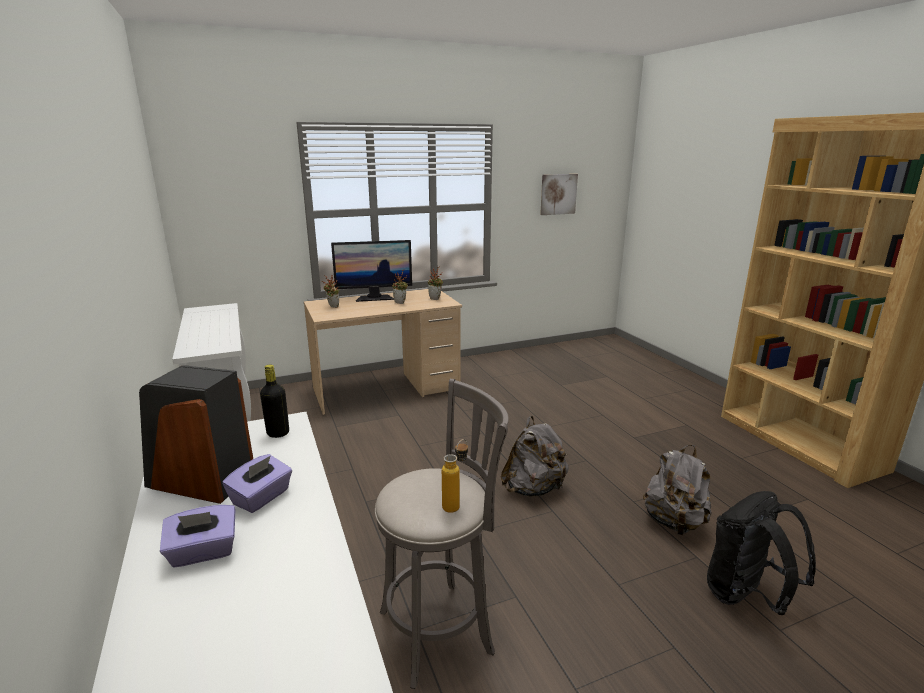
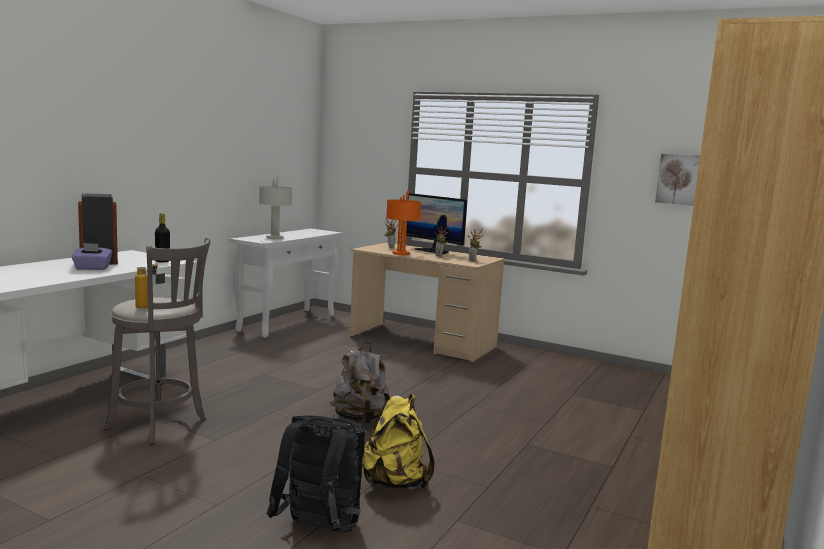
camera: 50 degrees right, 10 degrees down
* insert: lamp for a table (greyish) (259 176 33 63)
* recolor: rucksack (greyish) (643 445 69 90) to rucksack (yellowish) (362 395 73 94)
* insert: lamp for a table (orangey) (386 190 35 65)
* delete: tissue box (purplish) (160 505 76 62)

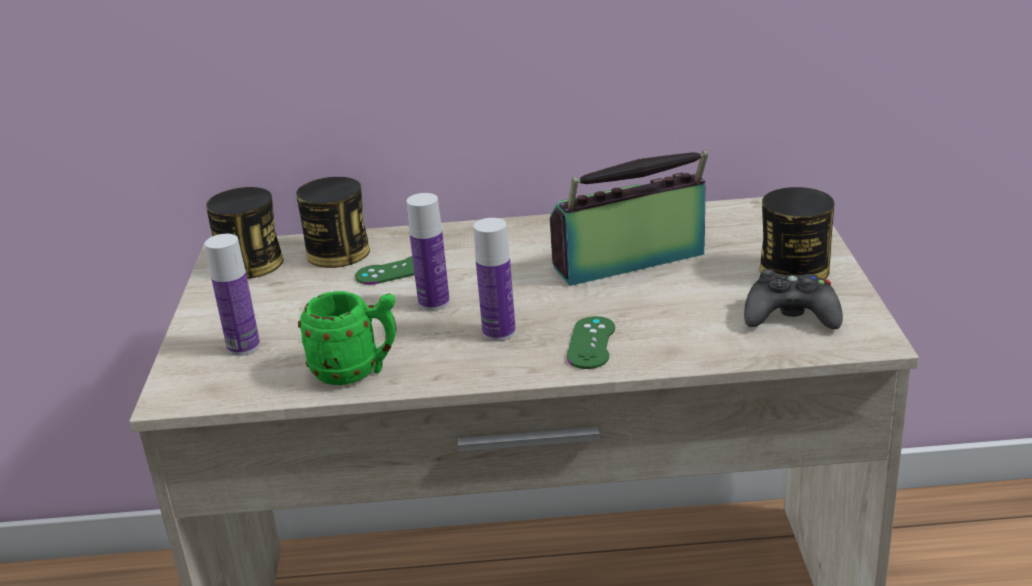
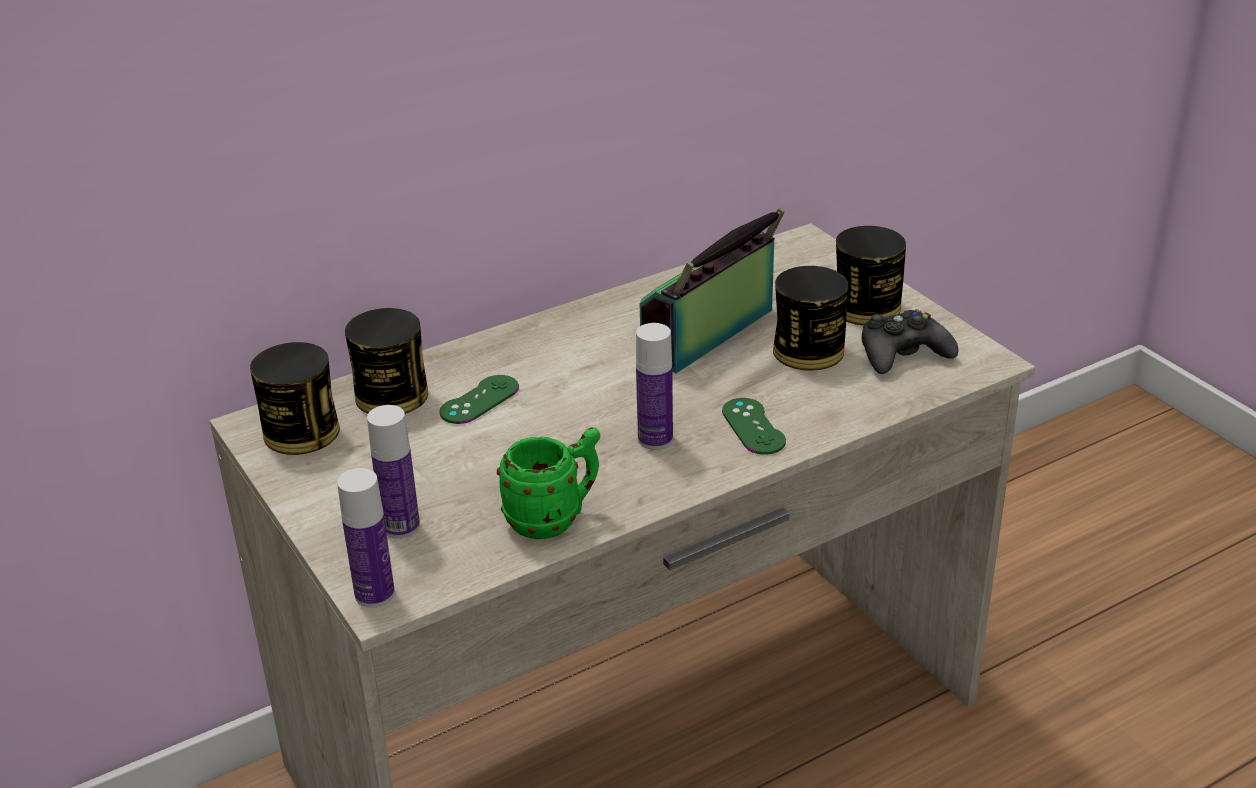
camera: 30 degrees left, 5 degrees up
* move: drink bottle (406 193 44 118) to (337 468 58 139)
* insert: can (773 266 75 105)

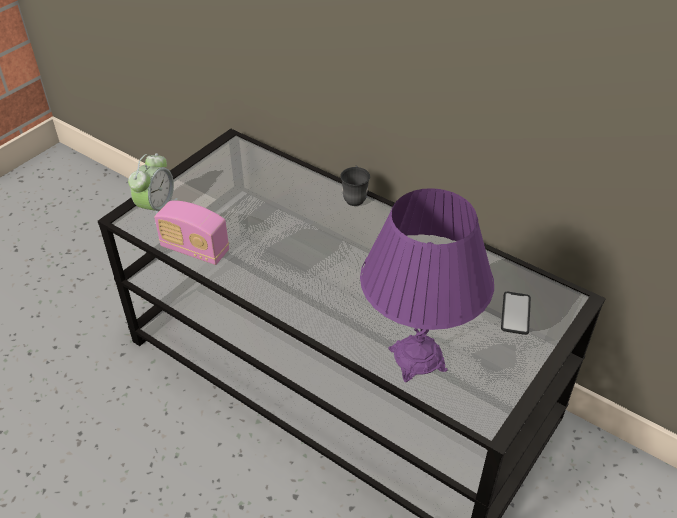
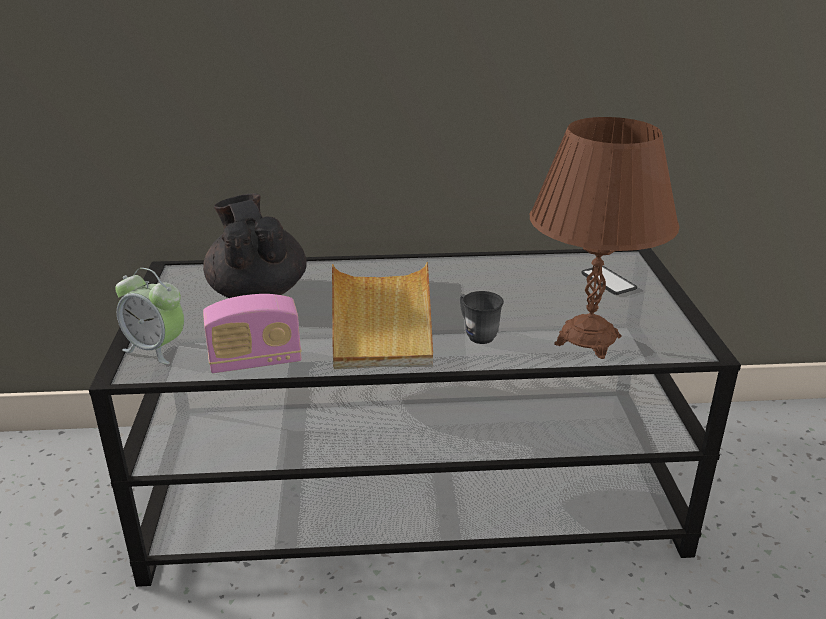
camera: 40 degrees left, 15 degrees down
* rotate: table clock (128 153 50 71) = (115 268 69 96) 135 degrees clockwise
* insert: tea pot (black-coloured) (203 194 104 104)
* insert: tray (beige) (332 262 101 107)
* move: tea mug (greyish) (340 165 30 41) to (460 291 44 53)
* recolor: lamp for a table (purplish) (360 188 134 194) to lamp for a table (brown-coloured) (530 117 149 242)

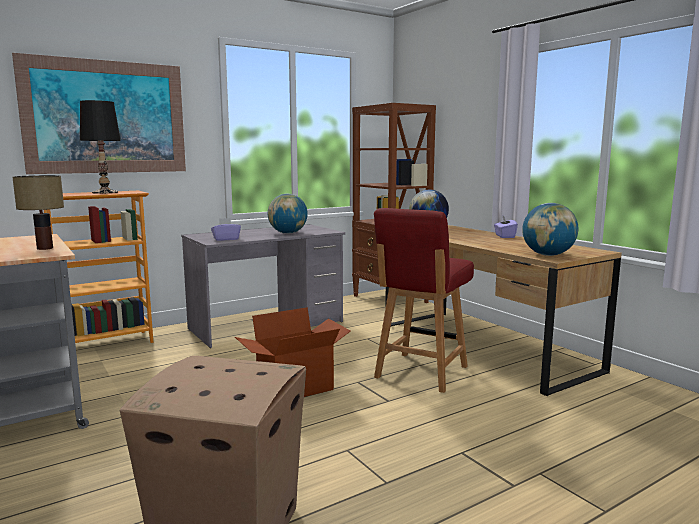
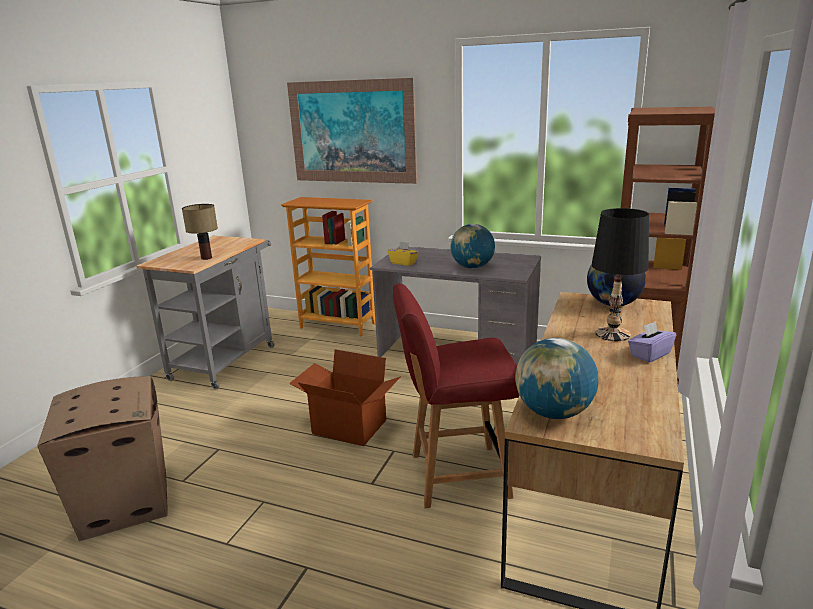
camera: 55 degrees right, 10 degrees up
* recolor: tissue box (purplish) (211 218 30 23) to tissue box (yellowish) (388 242 30 24)
* move: lamp for a table (black-coloured) (80 100 41 94) to (591 208 58 133)

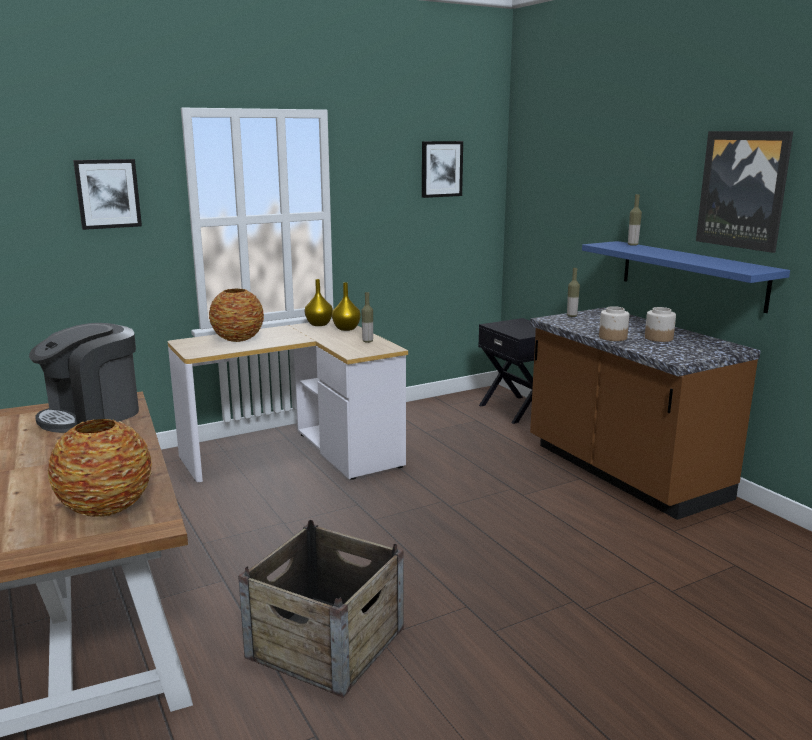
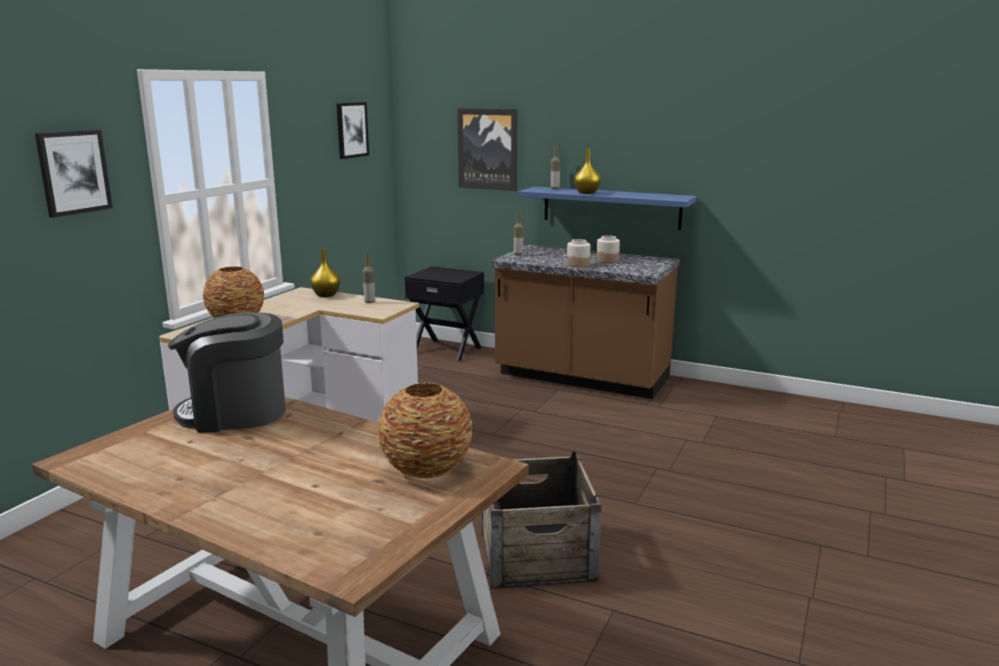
camera: 35 degrees left, 0 degrees up
* rotate: coffee machine (29 323 110 110) = (167 312 119 121) 75 degrees clockwise
* move: picture (696 131 97 122) to (457 108 60 83)
* move: flower vase (yellowish) (305 279 28 47) to (574 149 27 45)

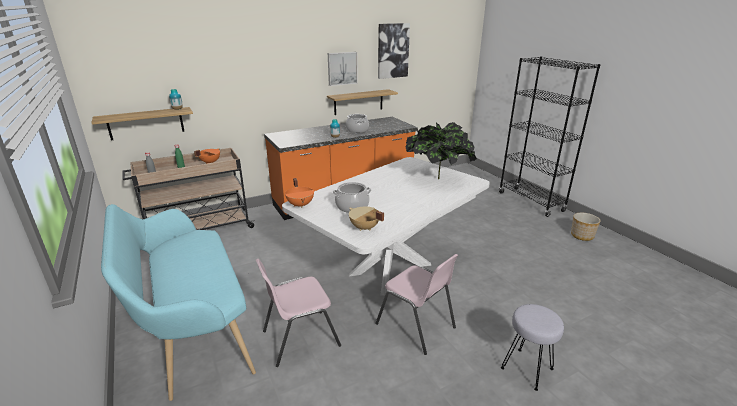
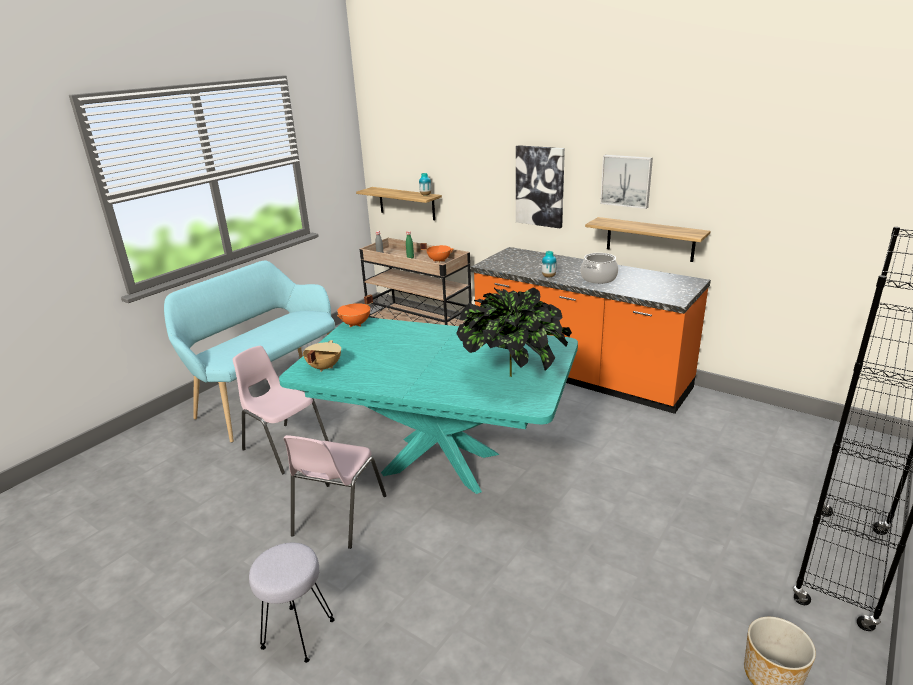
camera: 65 degrees right, 0 degrees up
* recolor: kitchen table (whitish) (282 157 208 139) to kitchen table (turquoise) (279 317 299 177)
* move: picture (378 23 32 56) to (516 145 49 83)
* delete: cooking pot (333 182 38 31)

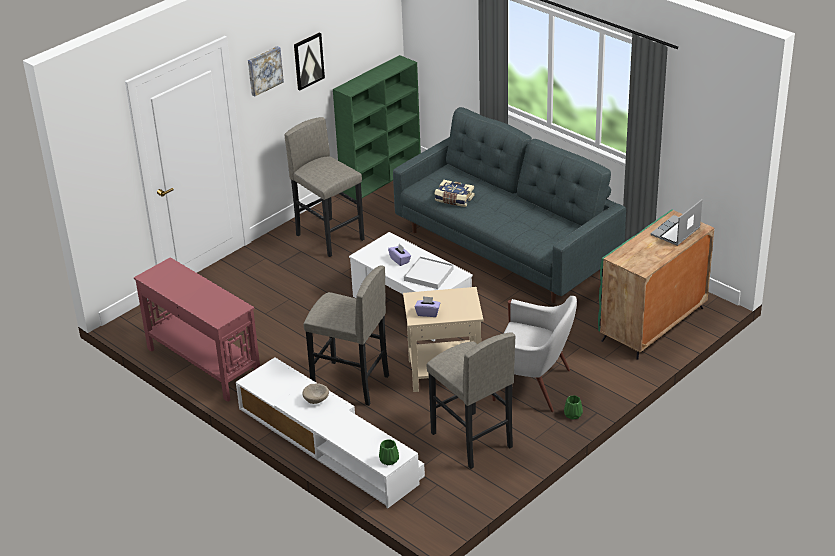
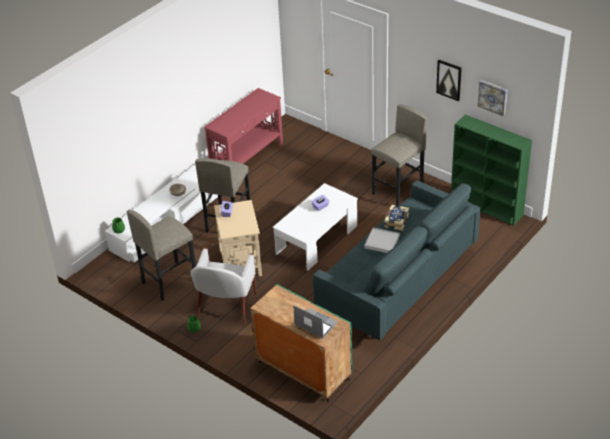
camera: 85 degrees right, 5 degrees up
* move: tray (whitish) (404 256 50 33) to (365 227 35 26)
* move: picture (248 46 36 50) to (478 80 29 36)

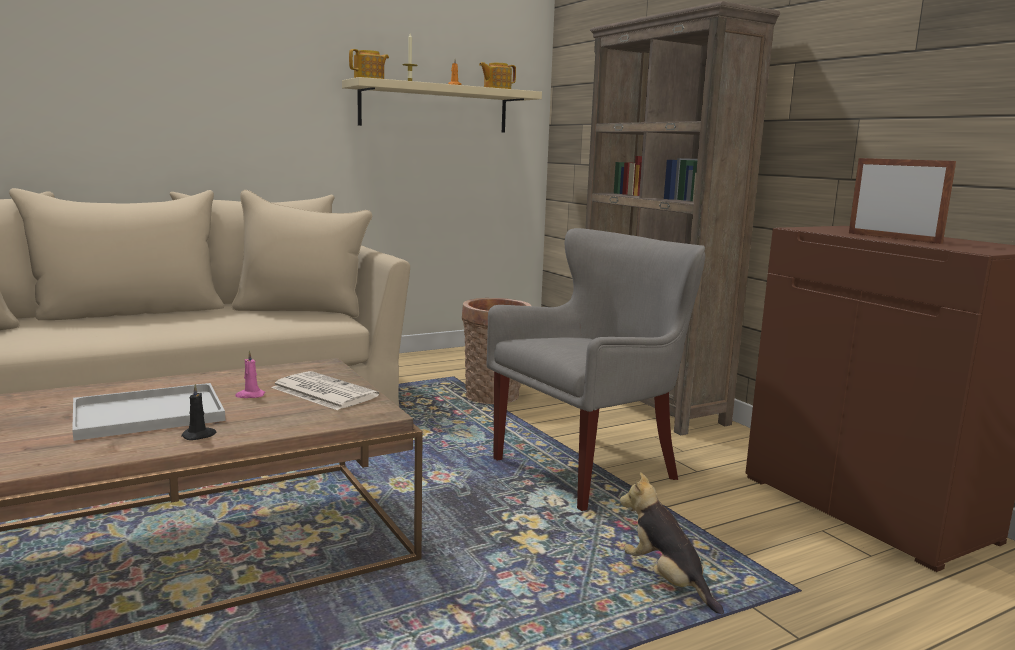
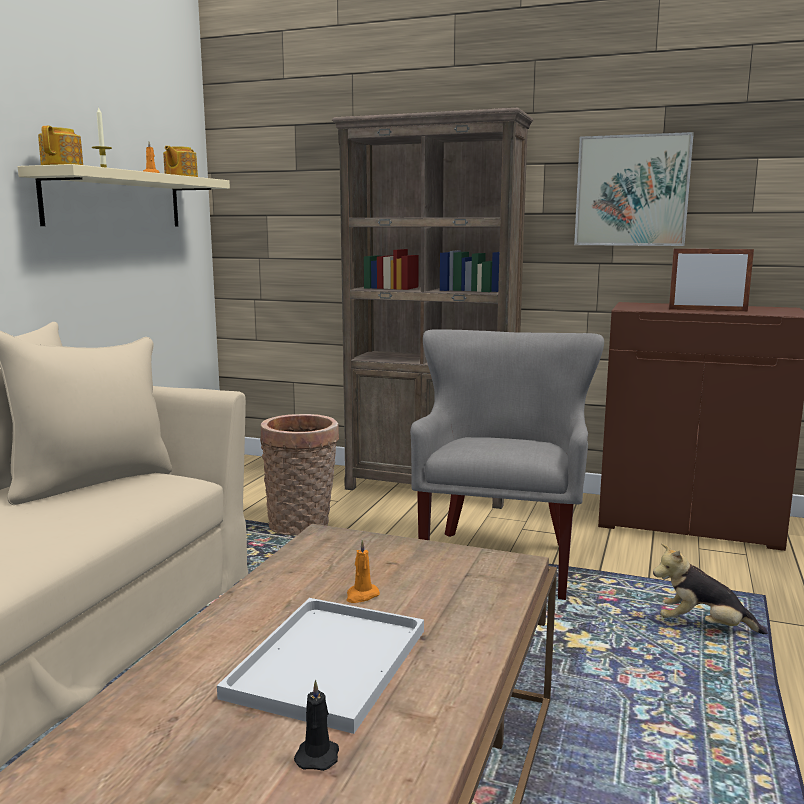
camera: 40 degrees left, 0 degrees up
* move: candle (black-coloured) (181 384 36 56) to (294 680 45 91)
* recolor: candle (pinkish) (235 351 30 47) to candle (orangey) (347 540 33 63)
* insert: picture (574 132 120 114)
* delete: printed paper (271 371 108 39)

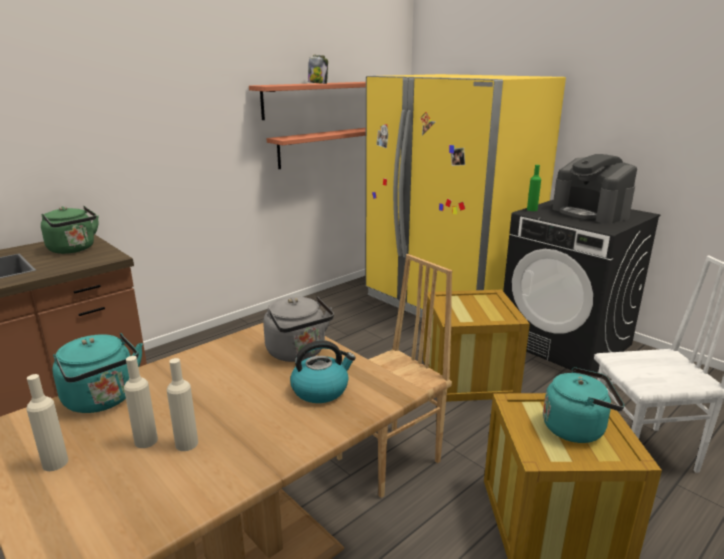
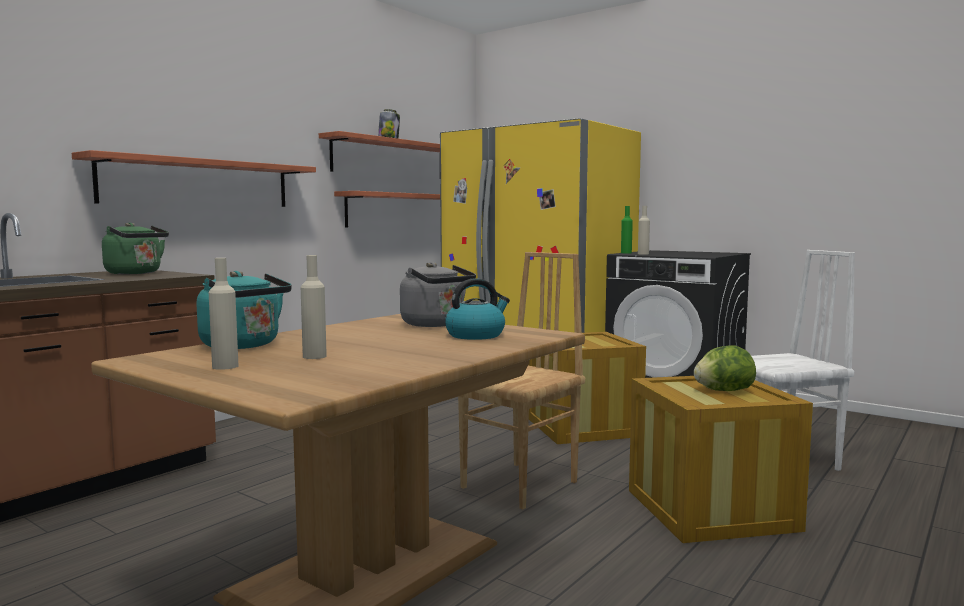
camera: 10 degrees left, 15 degrees down
* insert: shelf (72 150 244 57)
* move: drink bottle (beige) (167 358 31 93) to (638 206 12 48)
* replace: kettle (turquoise) (543 367 81 76) to lettuce (694 345 62 46)
* delete: coffee machine (552 154 85 70)

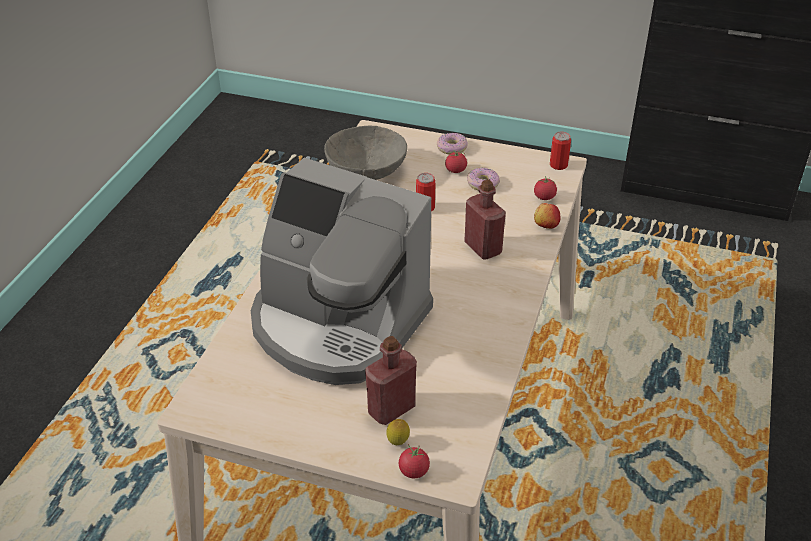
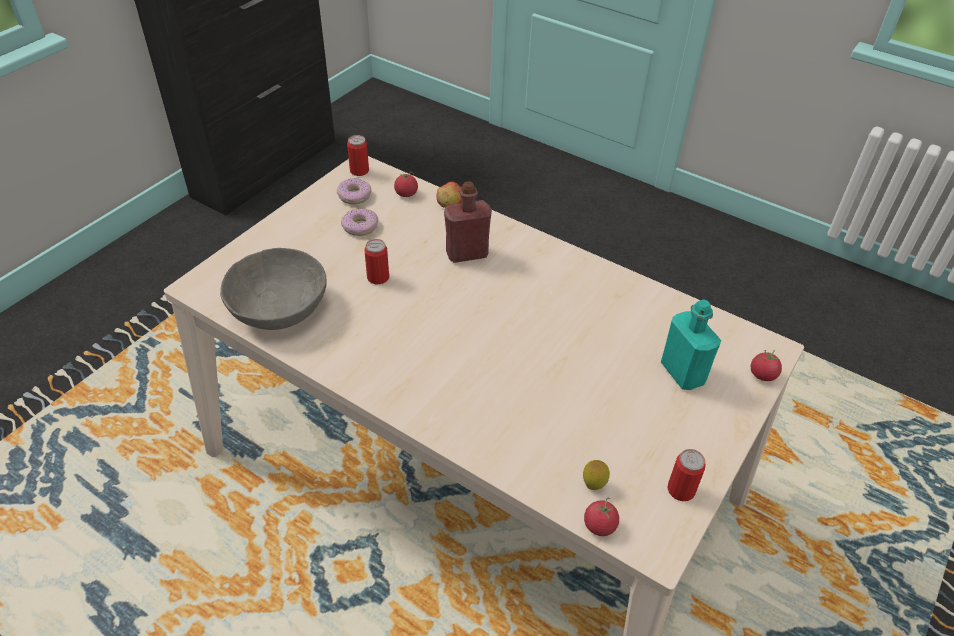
camera: 75 degrees left, 5 degrees up
* move: donut (437 133 31 21) to (337 178 35 27)
* move: citrus fruit (386 419 24 26) to (583 460 27 30)
* move: whole tomato (445 150 22 23) to (584 498 35 38)
* recolor: drink bottle (red) (365 336 52 89) to drink bottle (turquoise) (661 299 60 91)
* insert: can (667 449 39 52)
* delete: coffee machine (251 157 182 228)

